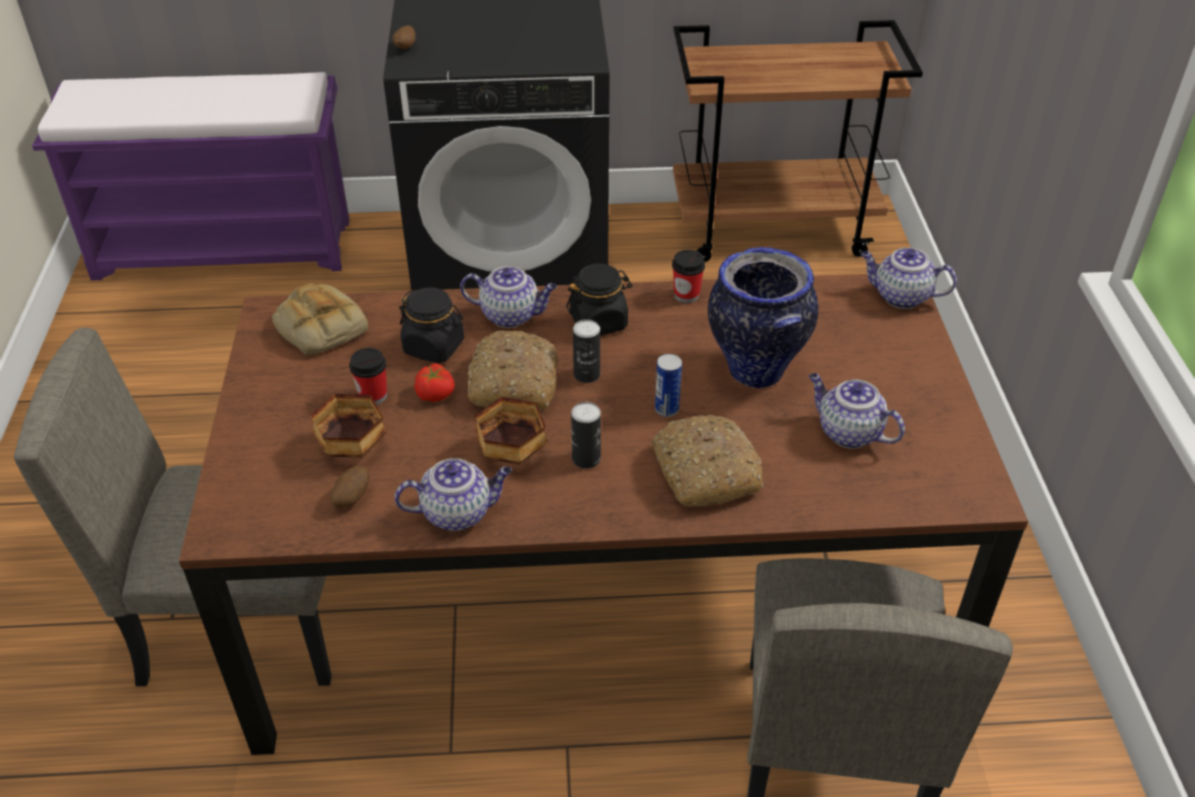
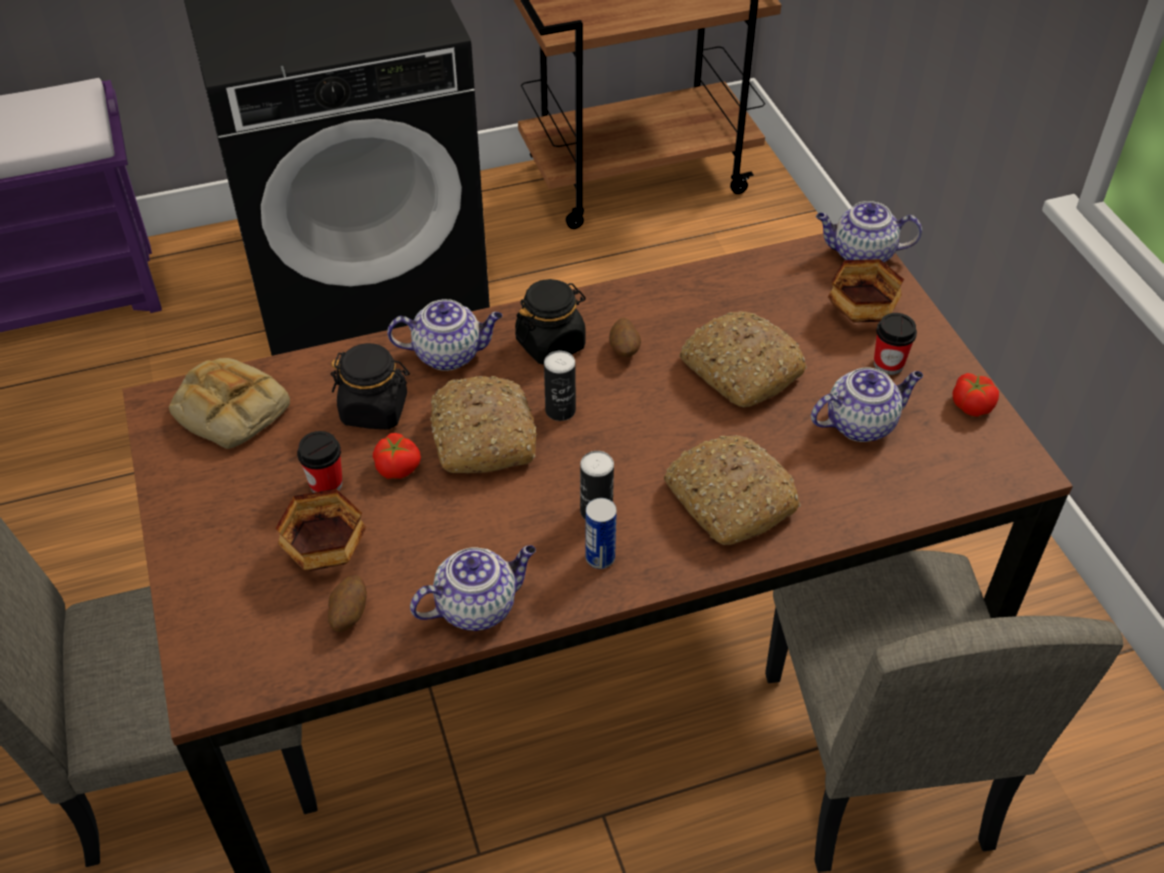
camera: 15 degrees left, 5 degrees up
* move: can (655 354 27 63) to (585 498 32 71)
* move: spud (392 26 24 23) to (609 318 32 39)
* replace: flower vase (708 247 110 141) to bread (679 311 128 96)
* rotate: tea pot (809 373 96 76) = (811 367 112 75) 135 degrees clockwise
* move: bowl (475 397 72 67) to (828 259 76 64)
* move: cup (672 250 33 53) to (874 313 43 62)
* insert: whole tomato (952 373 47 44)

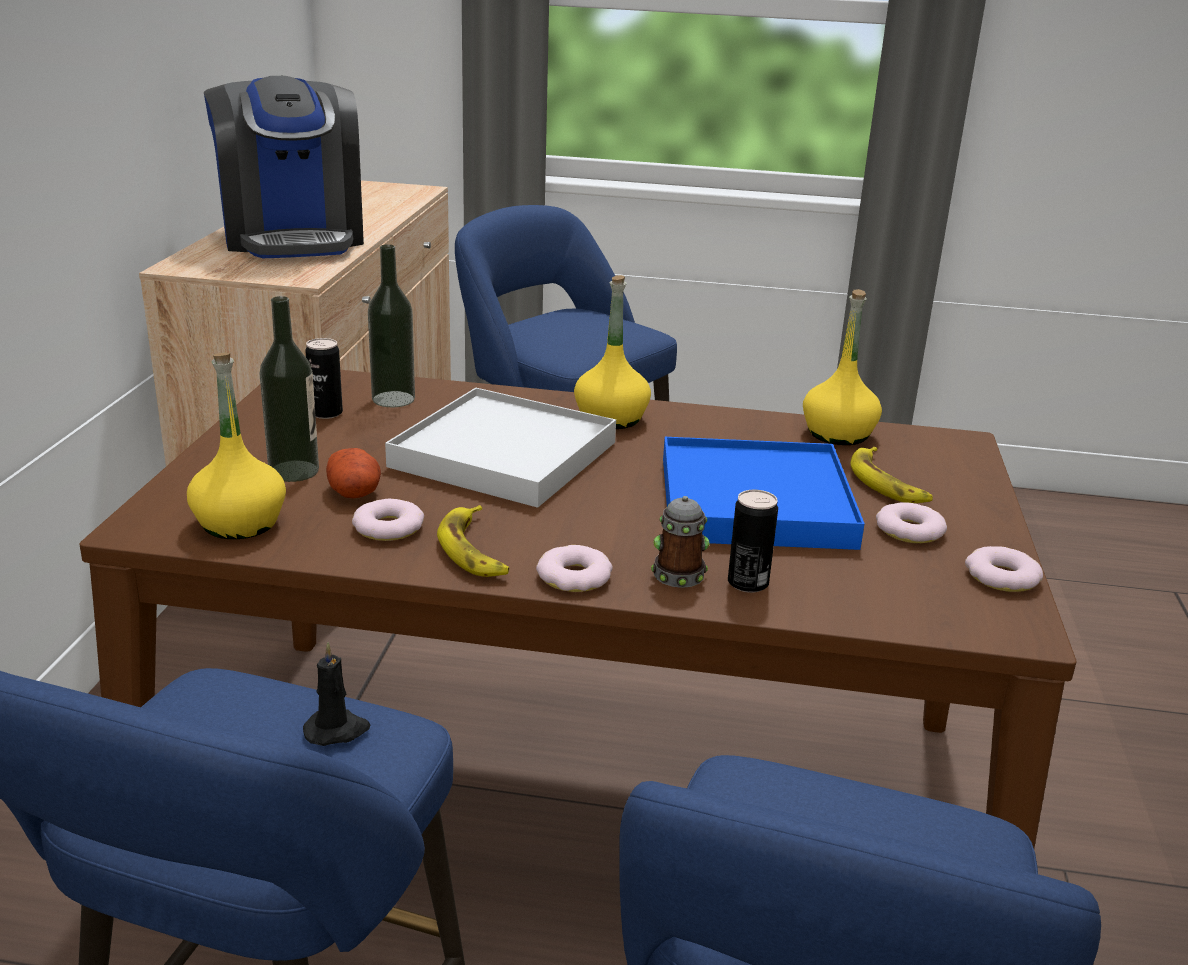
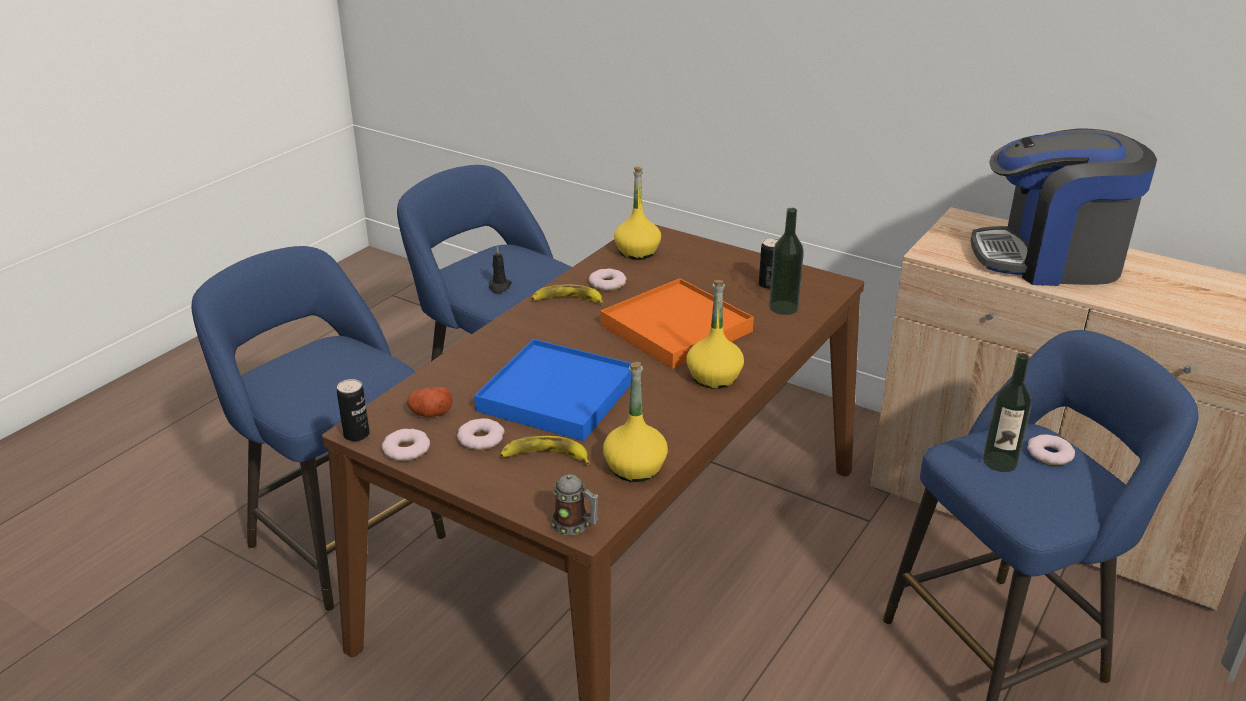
camera: 115 degrees right, 5 degrees up
* move: can (728 490 50 103) to (337 379 33 63)
* move: spud (326 448 55 50) to (407 387 45 30)
* move: tea mug (651 496 59 92) to (552 474 47 61)
* recolor: tray (whitish) (385 388 231 120) to tray (orangey) (600 278 154 91)
* move: drink bottle (259 296 60 186) to (983 353 49 119)
* move: donut (536 545 77 47) to (1027 434 48 31)

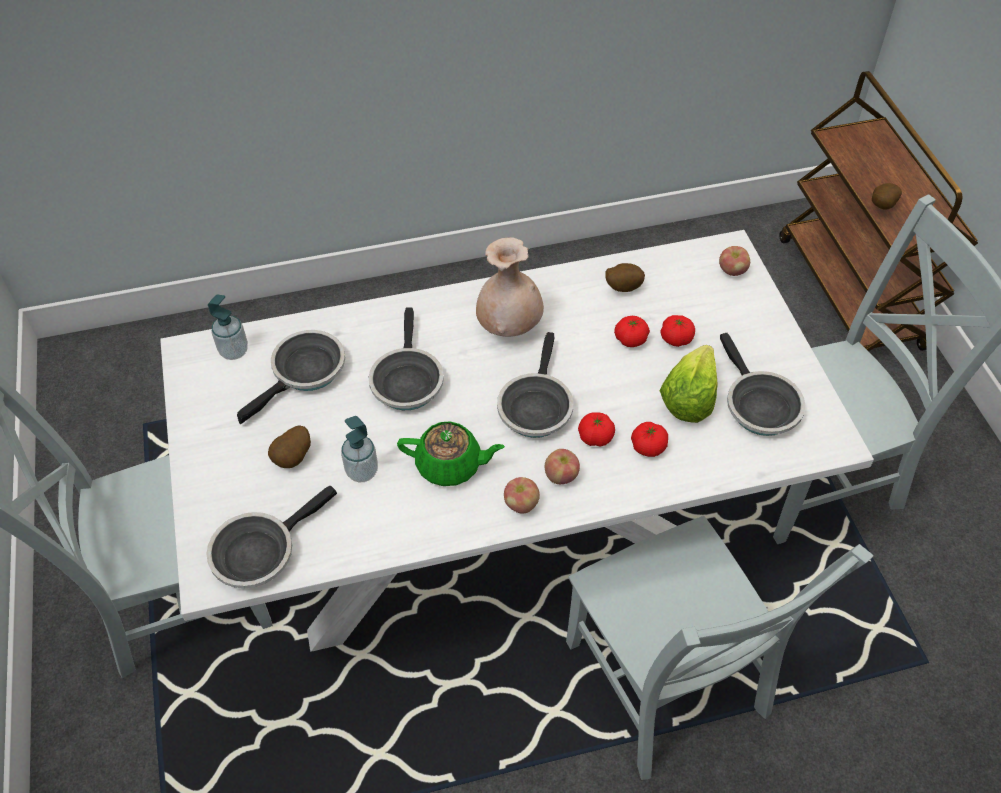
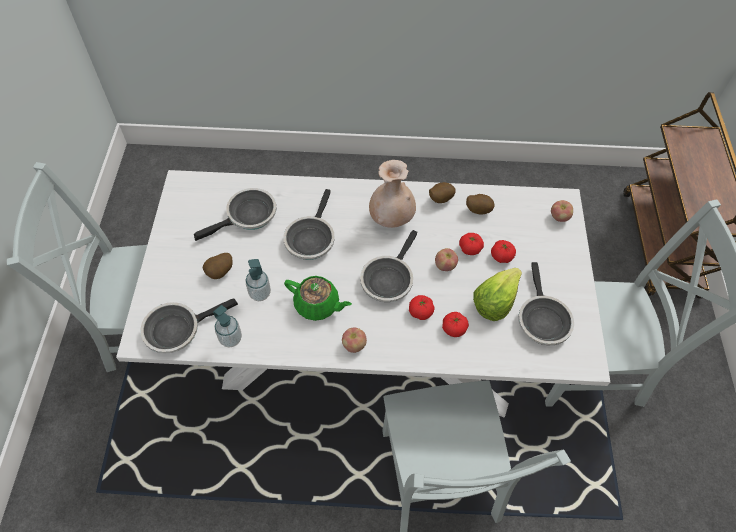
camera: 15 degrees right, 5 degrees up
* move: soap bottle (208 294 40 66) to (213 305 29 42)
* move: spud (872 183 30 27) to (429 182 27 21)
* move: apple (545 449 35 35) to (435 248 23 23)

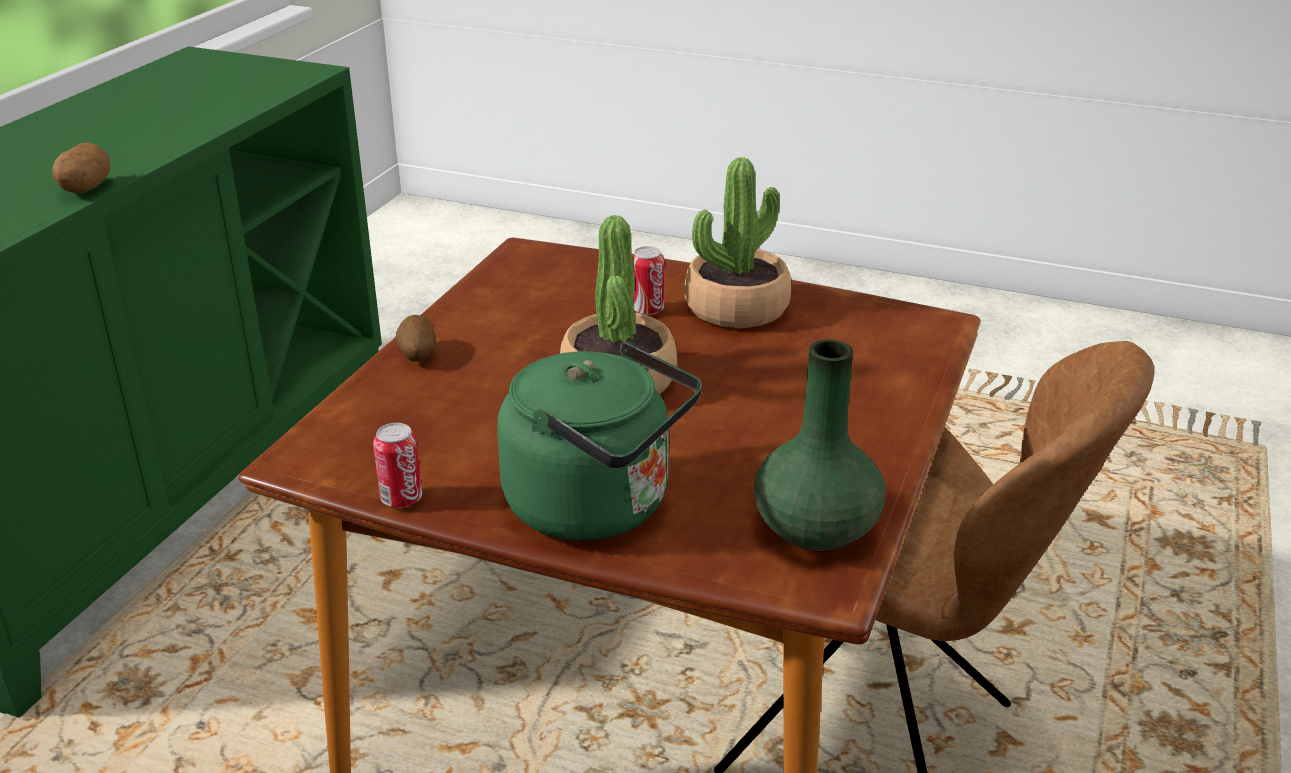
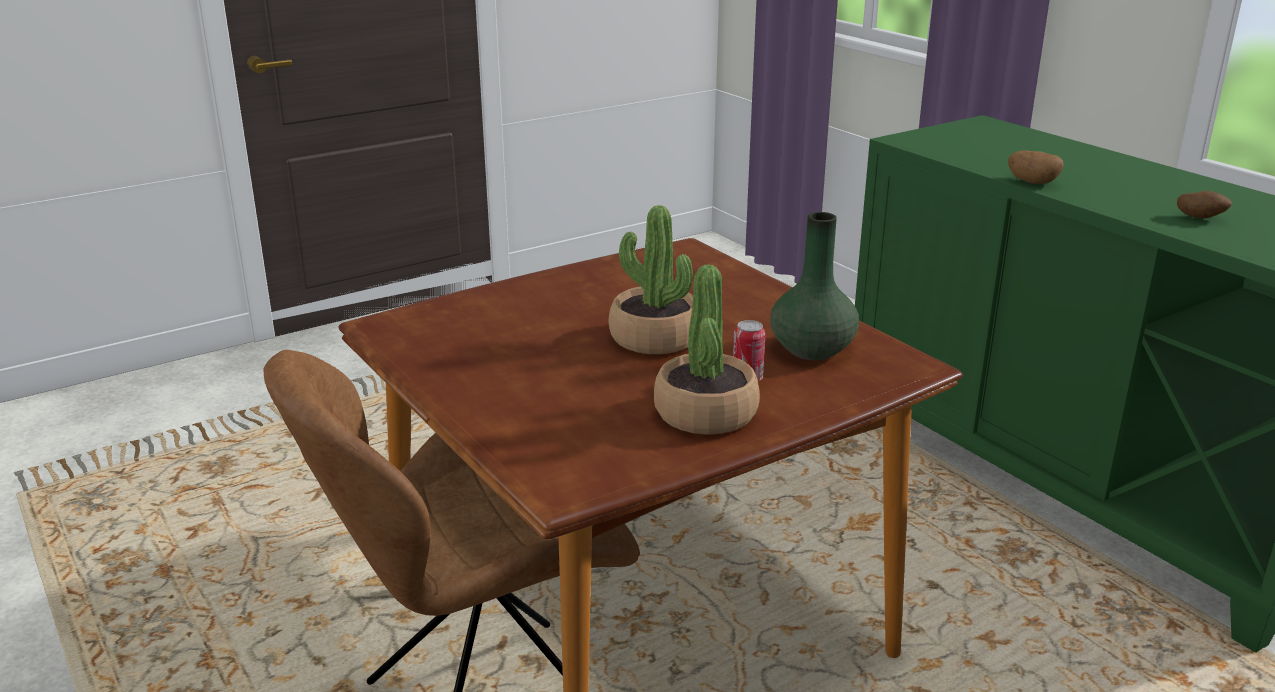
camera: 125 degrees right, 5 degrees down
* move: flower vase (green-coloured) (754 340 131 211) to (770 212 89 148)
* move: spud (395 315 41 47) to (1177 191 55 28)
* delete: can (373 423 49 85)
* delete: kettle (green-coloured) (497 342 205 199)

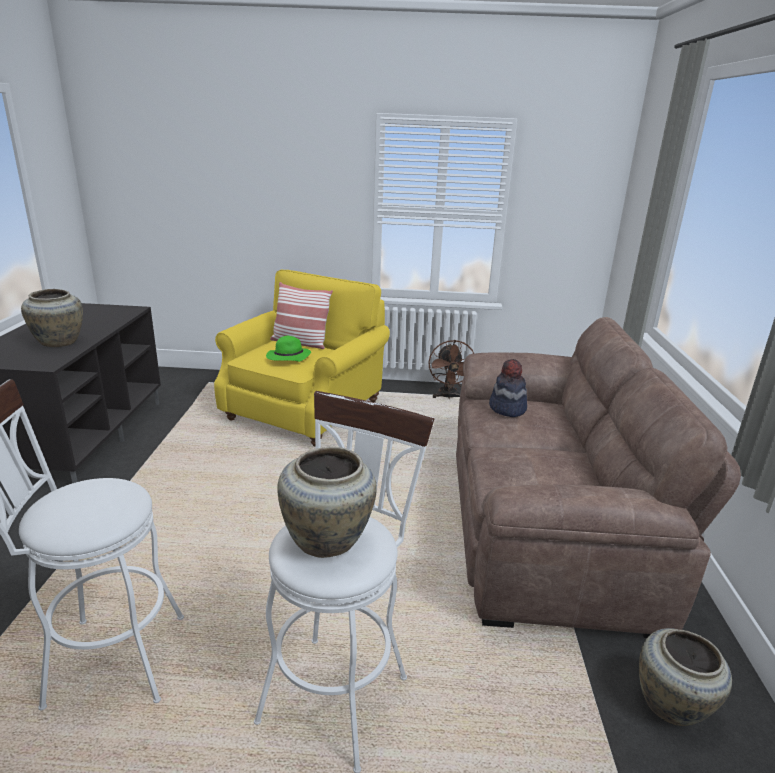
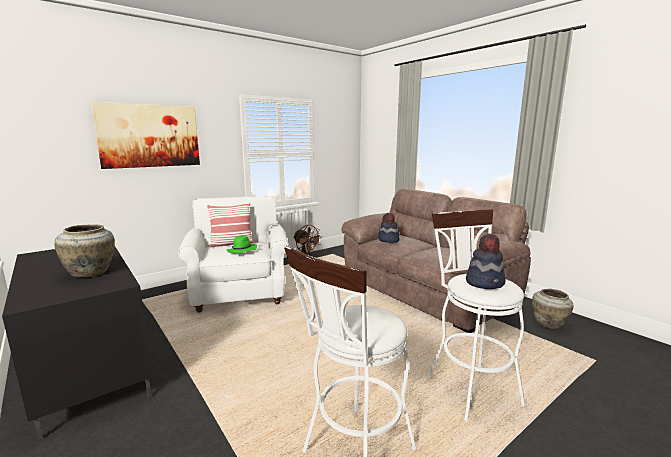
camera: 40 degrees left, 10 degrees down
* insert: picture (91 102 109 67)
* recolor: lounge chair (yellowish) (214 270 176 176) to lounge chair (whitish) (178 196 111 117)
* replace: flower vase (beige) (277 447 100 111) to wearable hat (466 234 40 55)

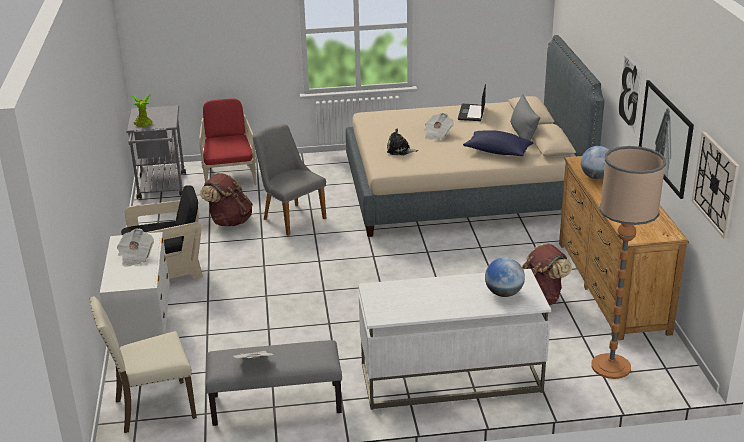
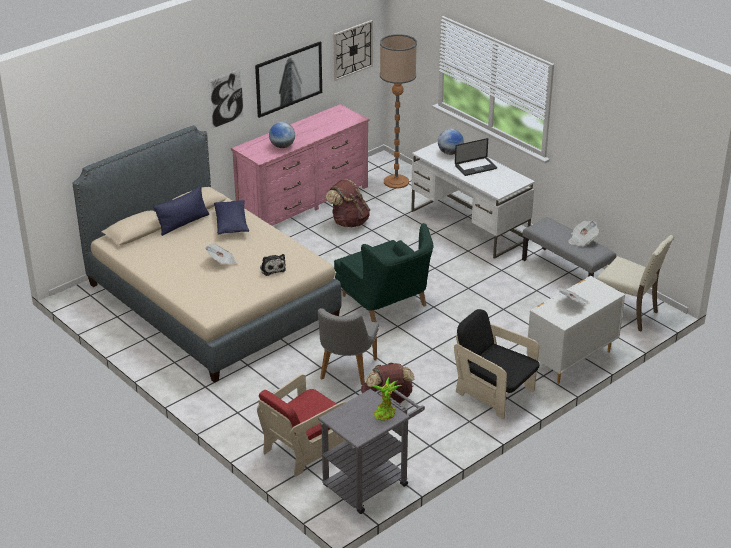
camera: 125 degrees left, 5 degrees up
* recolor: throw pillow (greyish) (510 94 30 47) to throw pillow (bluish) (153 186 56 50)
* recolor: drawer chest (brown-coloured) (559 156 130 184) to drawer chest (pinkish) (231 104 139 122)
* insert: lounge chair (green-coloured) (334 223 100 99)
* move: notebook computer (458 84 28 37) to (455 138 42 38)

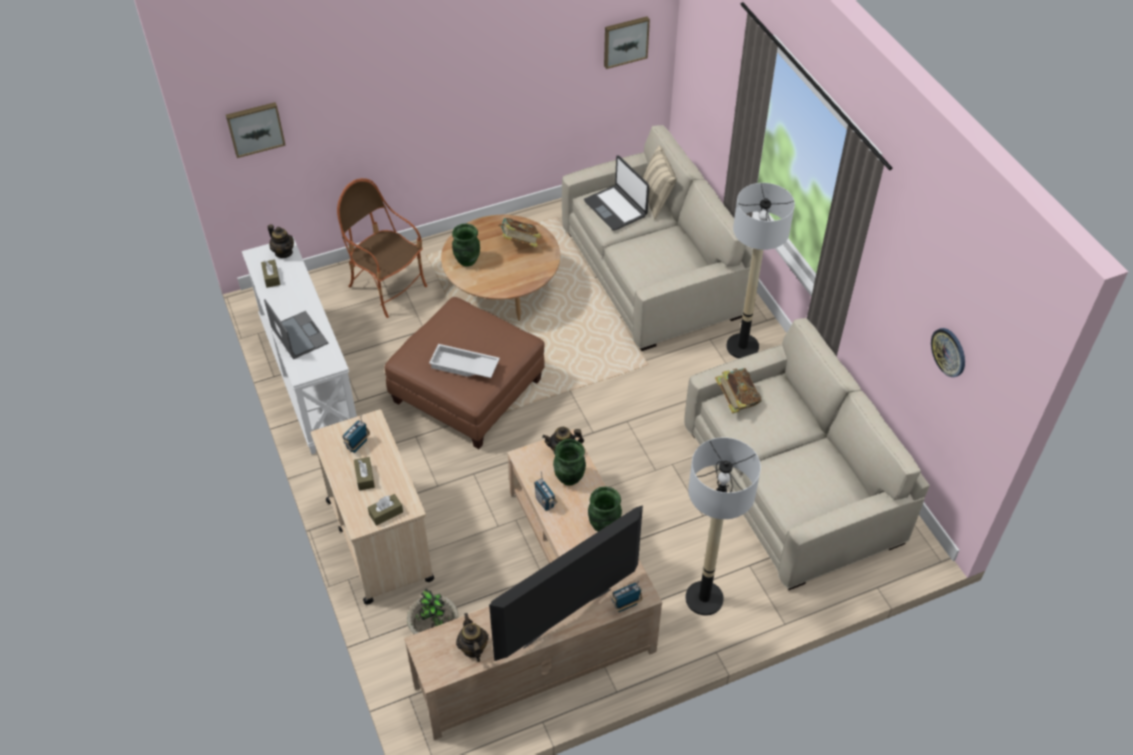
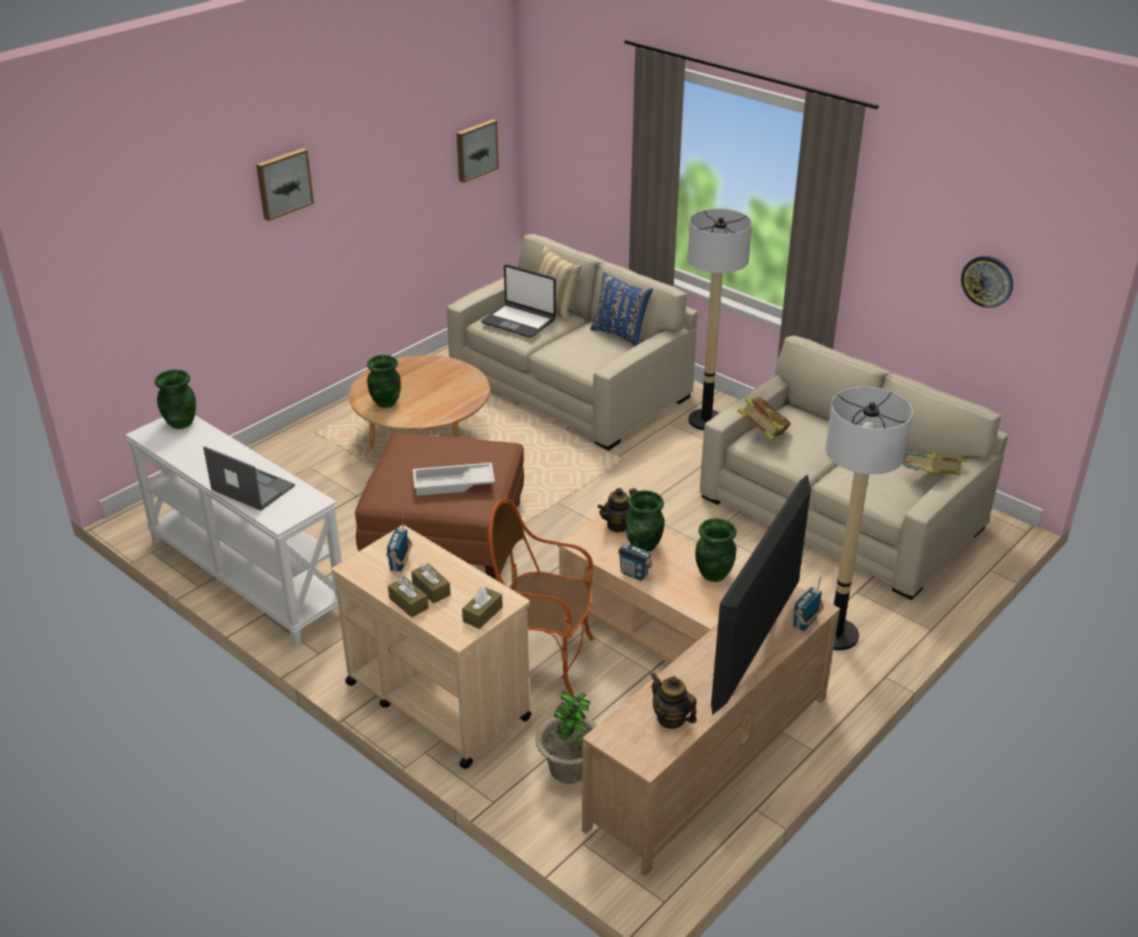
camera: 25 degrees left, 15 degrees down
* replace: tea pot (268 224 26 34) to flower vase (green-coloured) (154 369 42 60)
* move: picture (226 102 60 56) to (256 148 58 73)
* move: tissue box (brown-coloured) (261 260 19 28) to (388 577 41 40)
* move: lounge chair (337 178 90 140) to (486 498 108 197)
* insert: throw pillow (bluish) (590 272 63 74)
* move: bound book (499 218 42 29) to (903 452 64 23)

